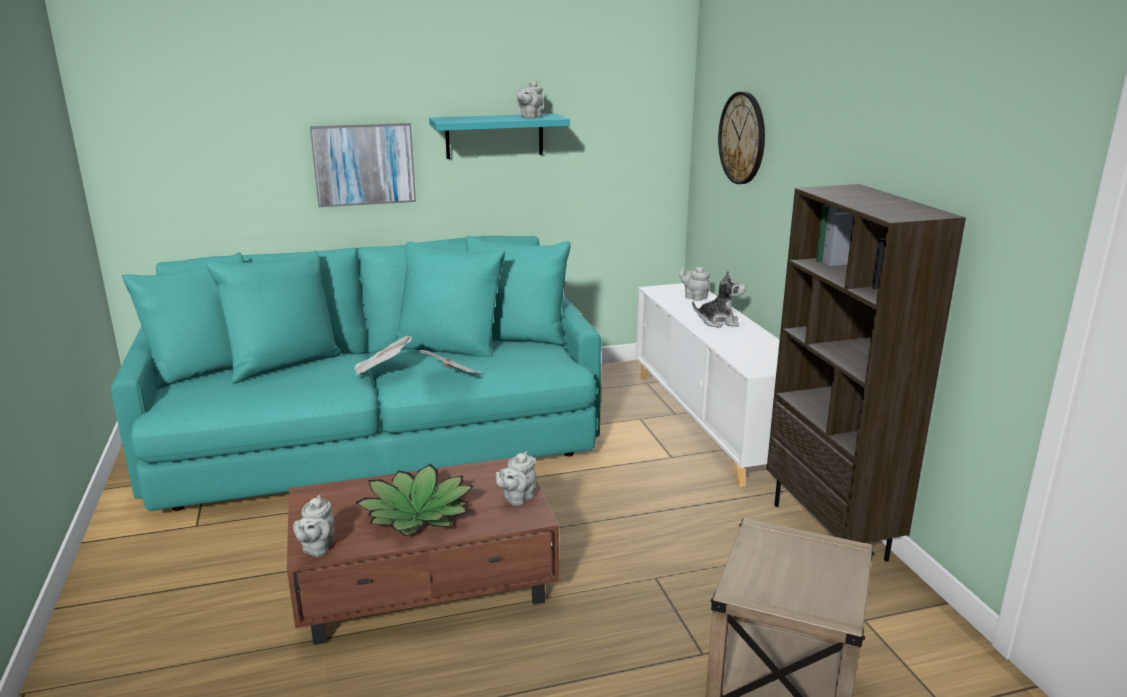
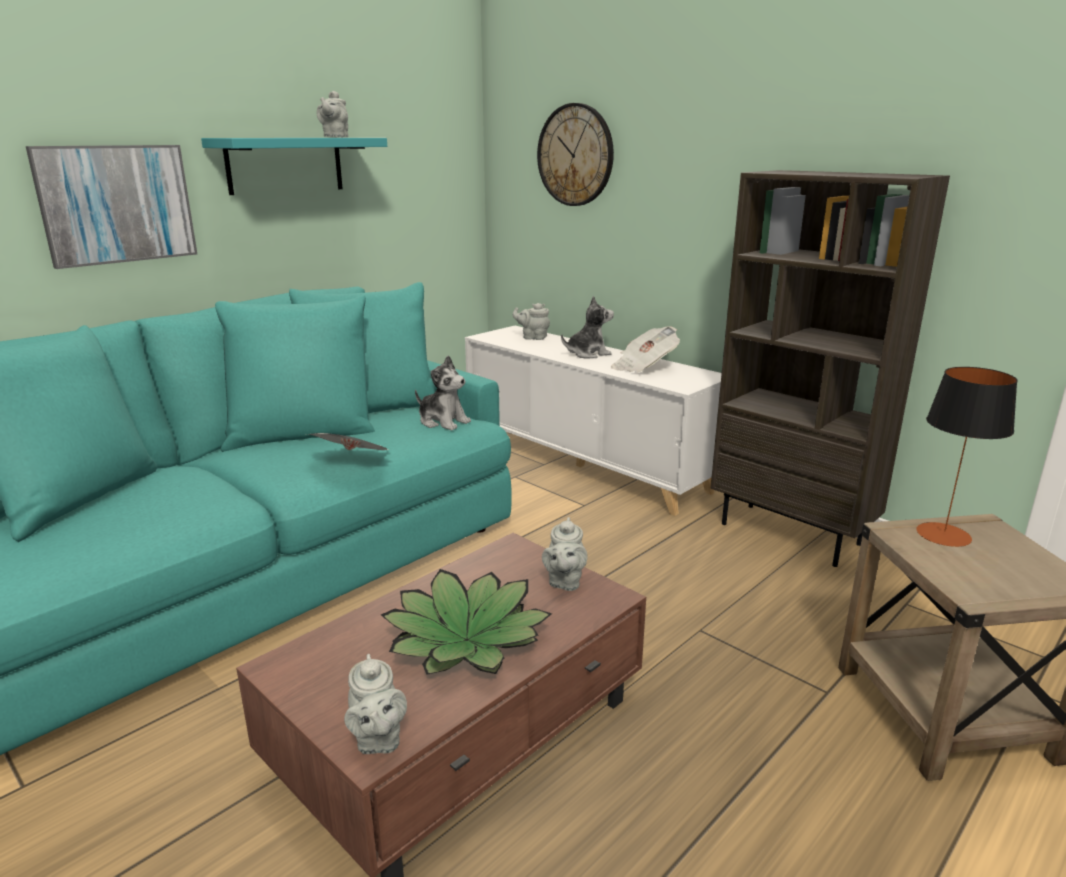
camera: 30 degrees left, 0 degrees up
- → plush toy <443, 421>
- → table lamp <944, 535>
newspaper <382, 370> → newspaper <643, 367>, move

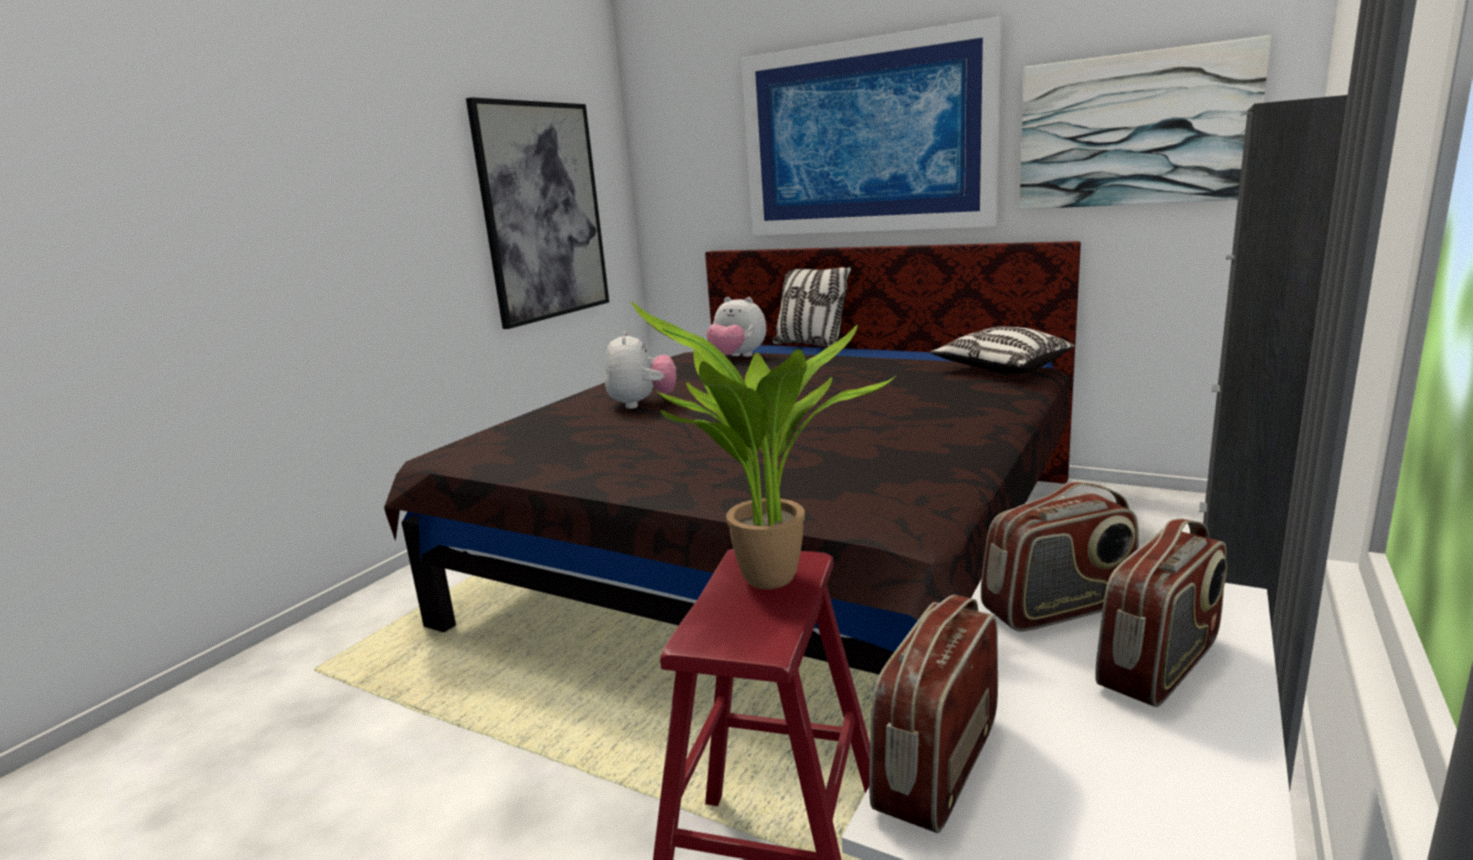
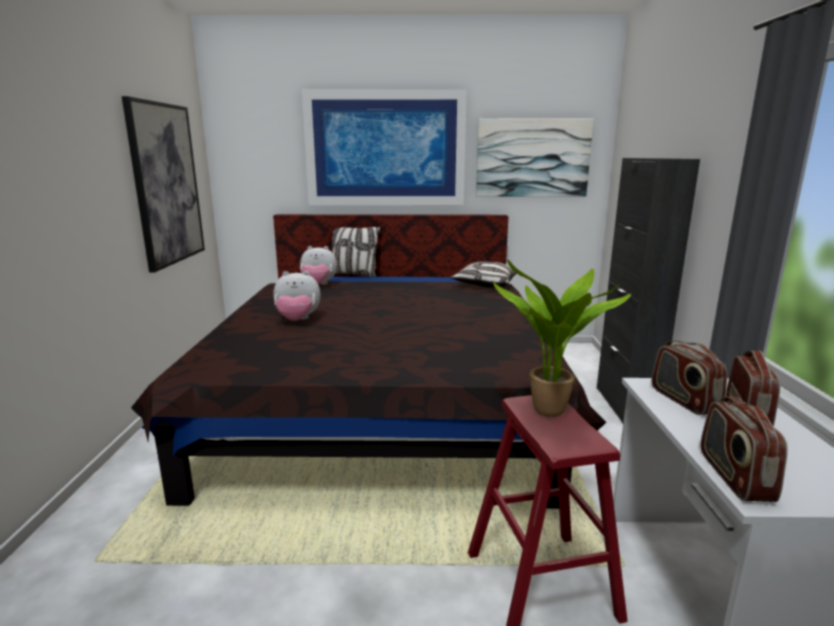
camera: 30 degrees left, 0 degrees up
plush toy <642, 404> → plush toy <297, 320>, 120 degrees clockwise
radio <1059, 608> → radio <683, 400>, 120 degrees clockwise

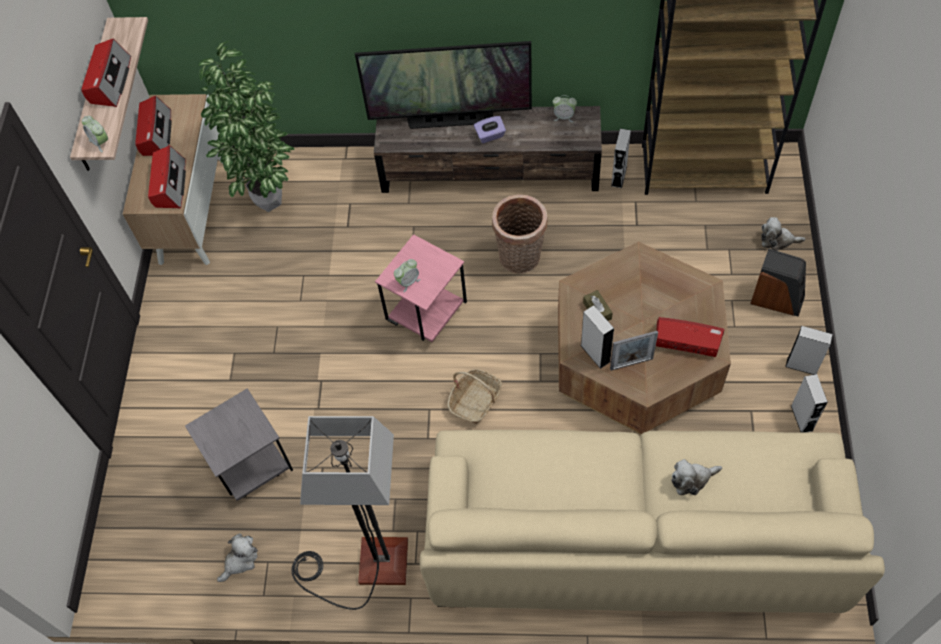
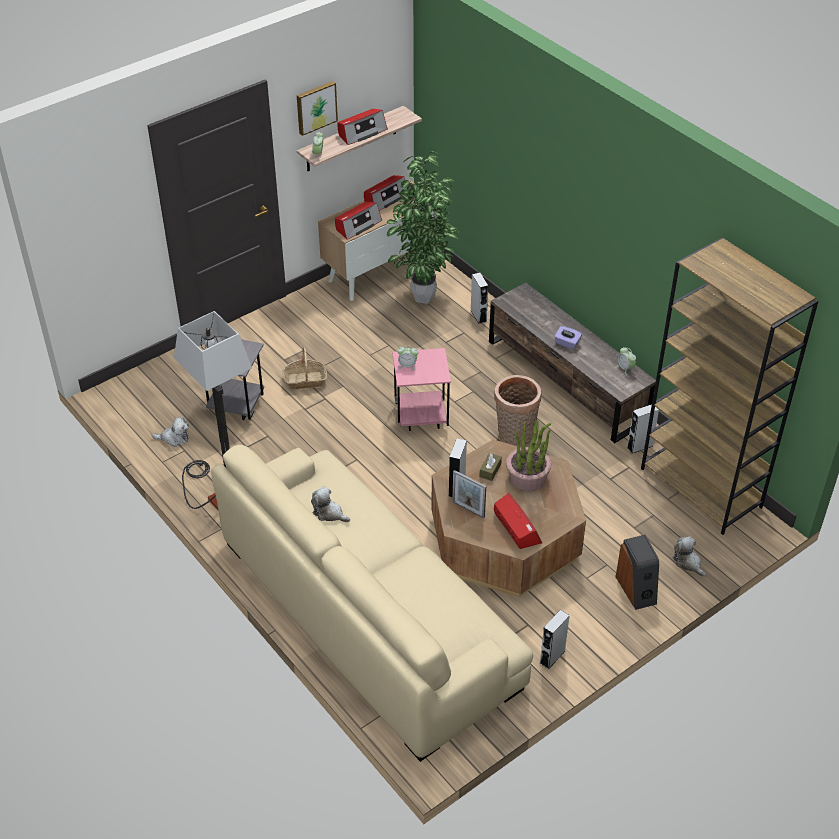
camera: 45 degrees right, 15 degrees down
television <450, 119> → -
- → picture <316, 107>
- → potted plant <527, 477>
basket <475, 400> → basket <305, 380>, move
plush toy <692, 479> → plush toy <329, 513>, move
grey speaker <802, 366> → grey speaker <478, 316>, move

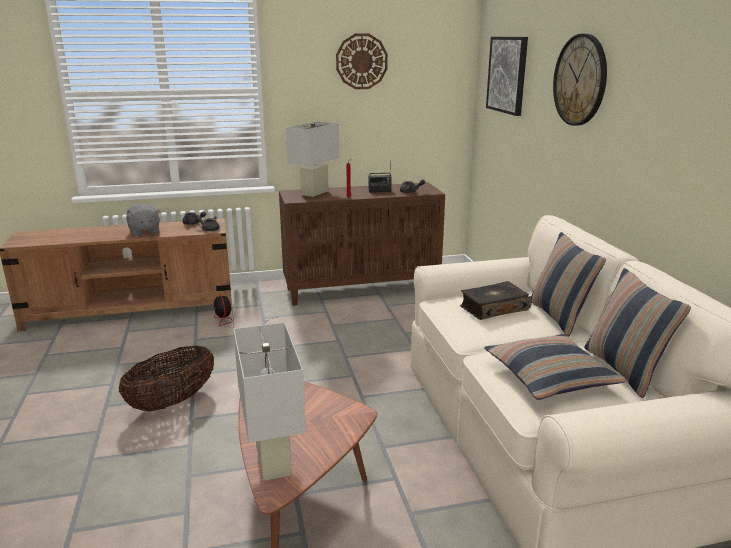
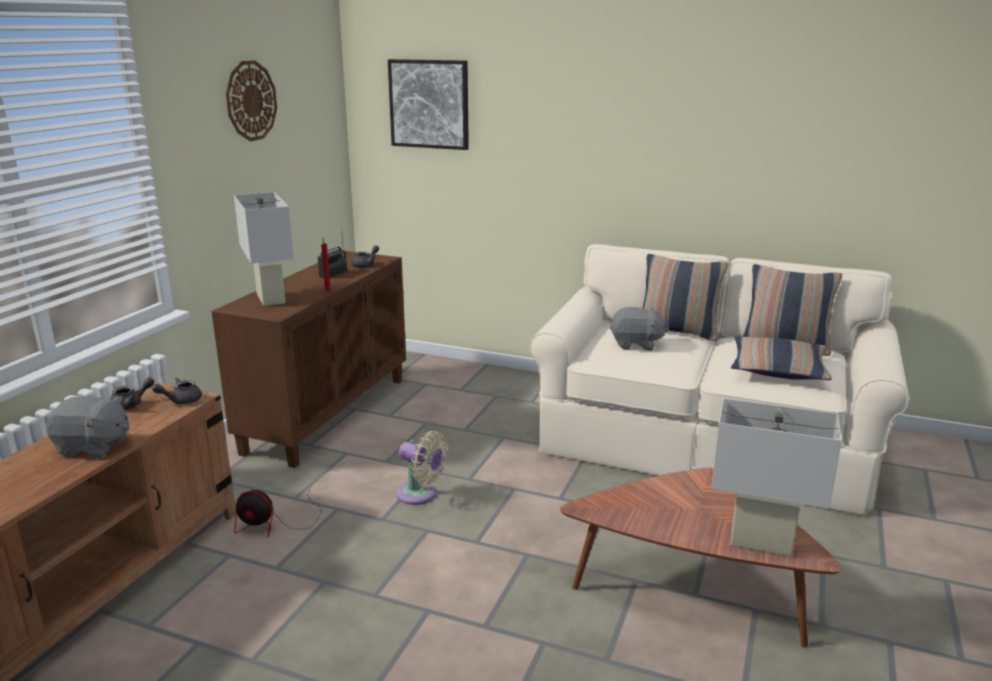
camera: 55 degrees left, 0 degrees up
basket <172, 402> → -
wall clock <580, 80> → -
- → beige fan <420, 495>
book <493, 308> → grey plush toy <636, 344>

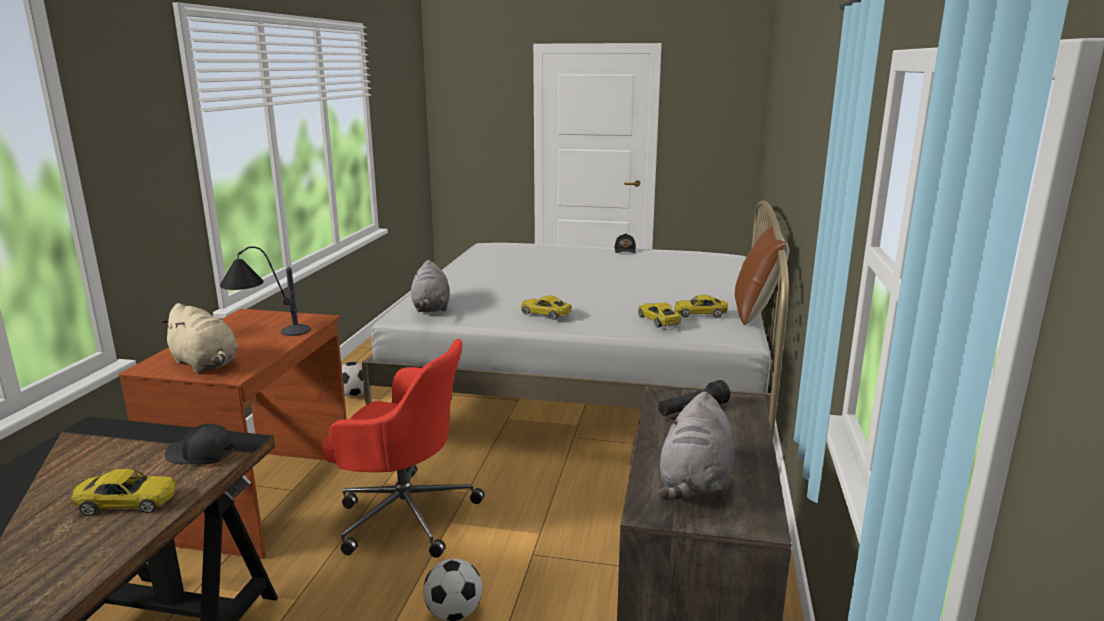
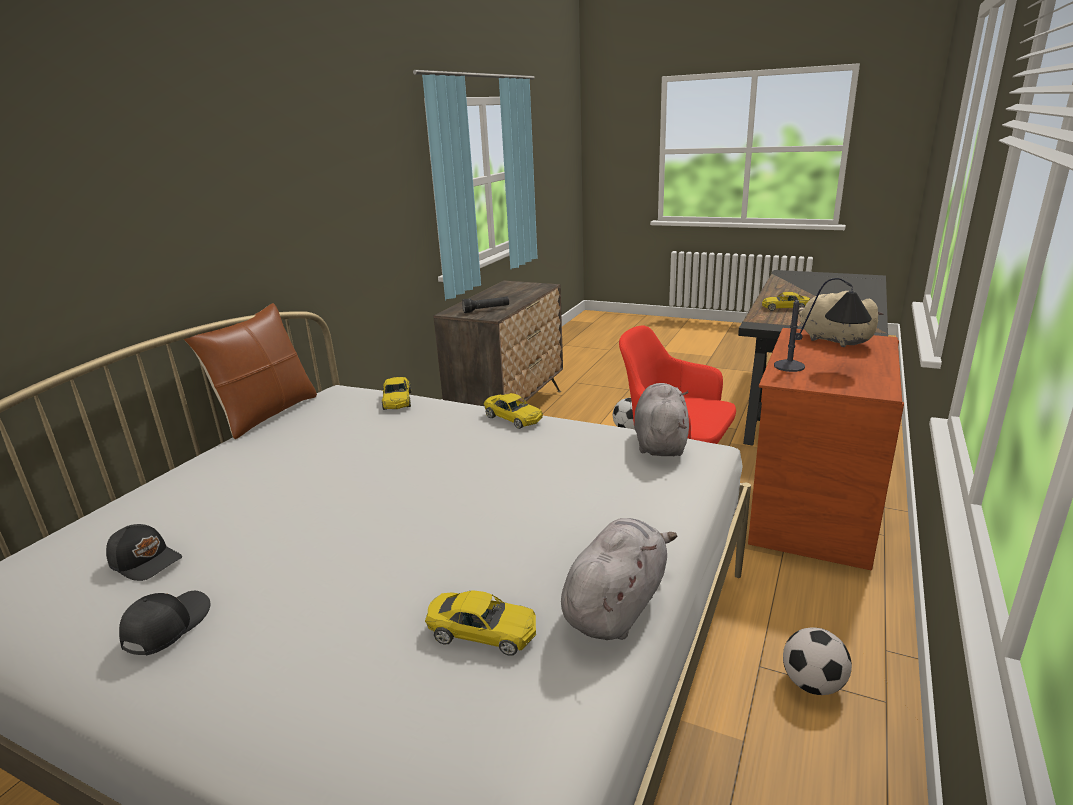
camera: 165 degrees left, 5 degrees up
black cap <201, 455> → black cap <146, 561>, move
grey plush toy <695, 485> → grey plush toy <617, 605>, move
yellow toy car <700, 313> → yellow toy car <482, 631>, move

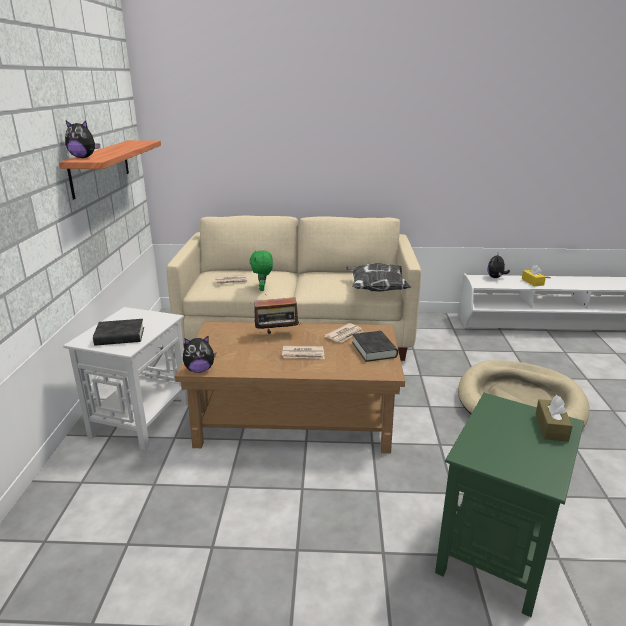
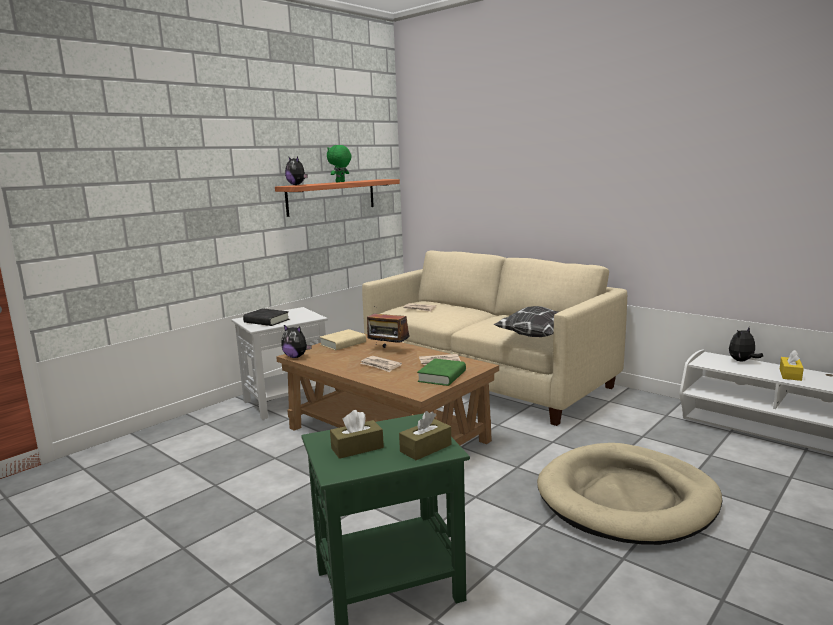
camera: 40 degrees right, 10 degrees down
- → beige book <343, 343>
- → brown tissue box <357, 448>
green plush toy <262, 289> → green plush toy <340, 182>, move
black book <374, 350> → green book <442, 376>

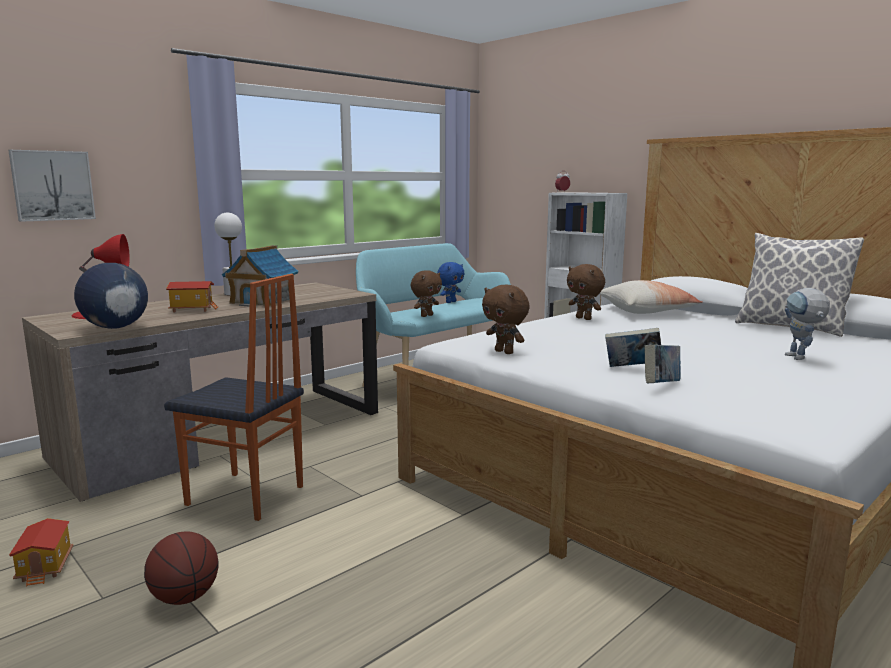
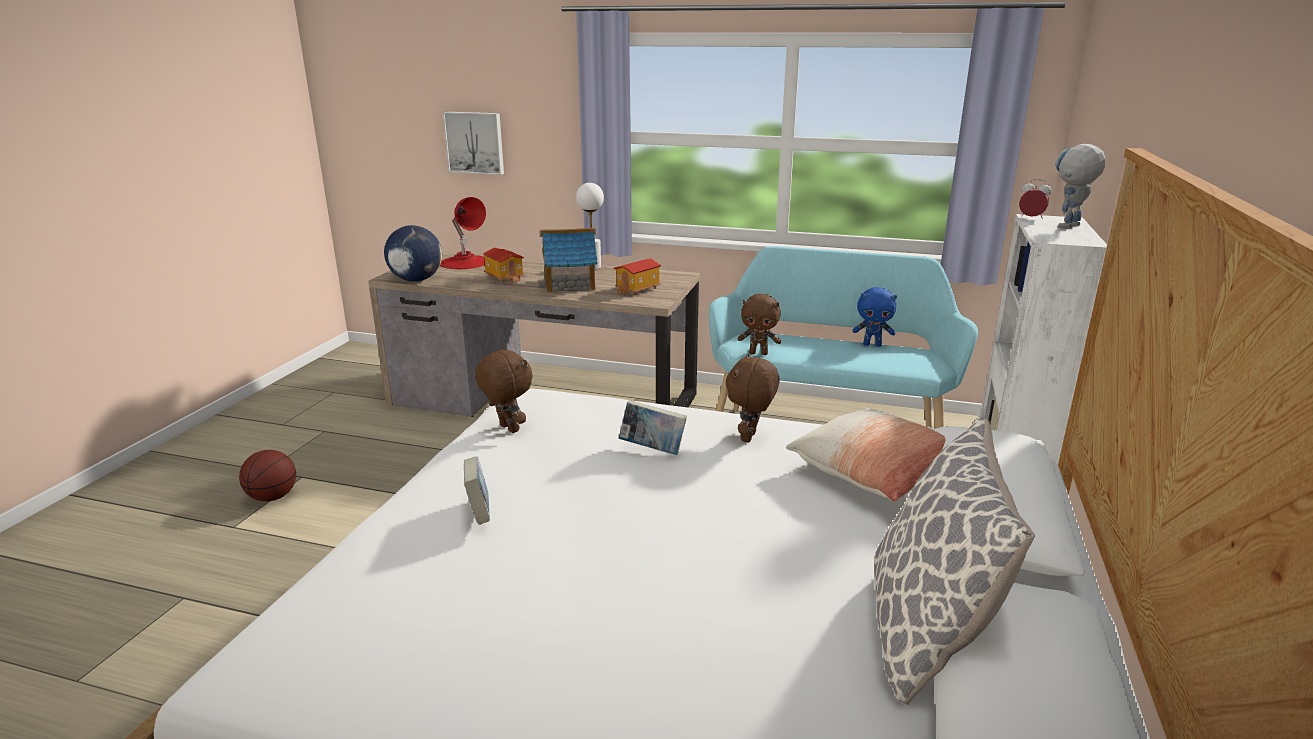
camera: 60 degrees right, 10 degrees up
chair <245, 496> → -
toy house <46, 567> → toy house <638, 290>, move
book <661, 386> → book <653, 449>, move
toy robot <800, 358> → toy robot <1067, 227>, move
brown plush toy <505, 352> → brown plush toy <507, 429>, 120 degrees clockwise

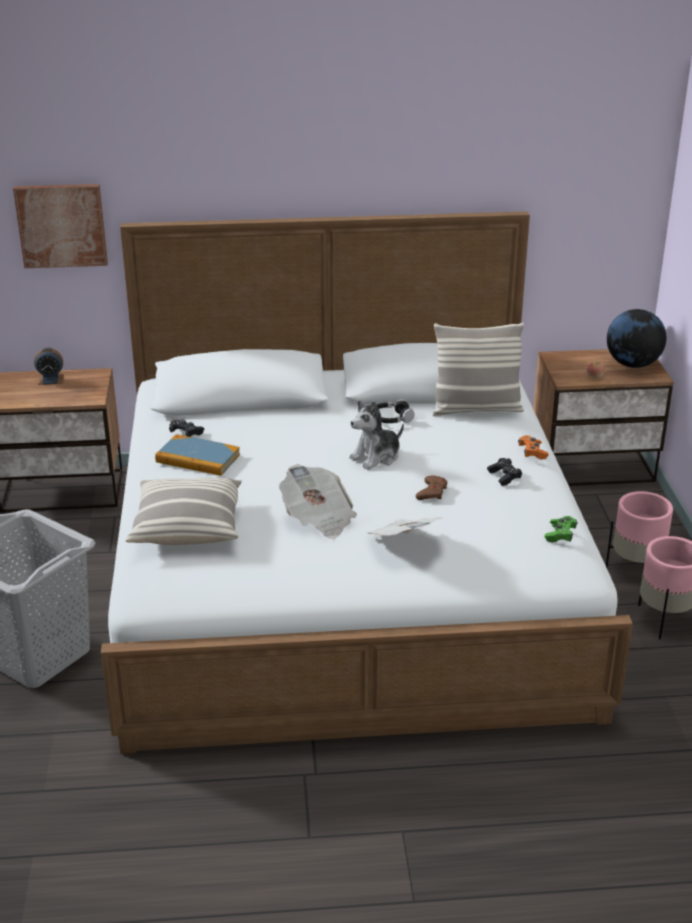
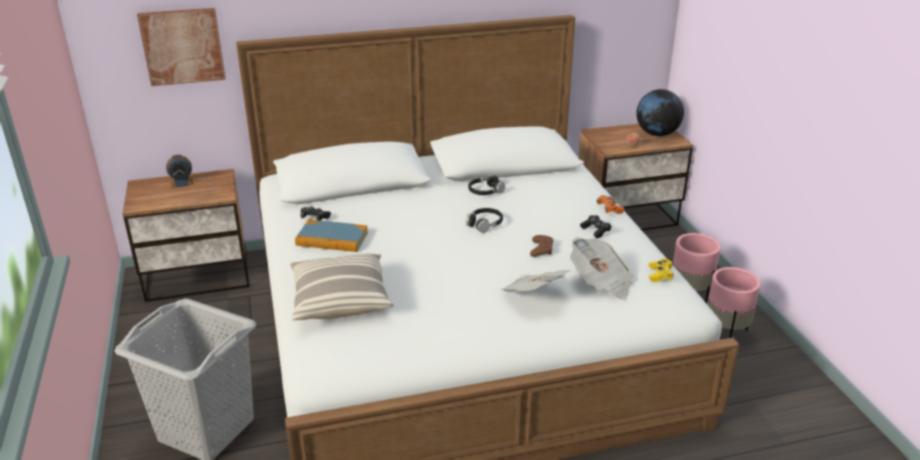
camera: 10 degrees left, 0 degrees up
pillow <476, 409> → -
newspaper <318, 518> → newspaper <601, 283>, move
plush toy <376, 457> → black headphones <484, 224>
green game controller <560, 535> → yellow game controller <660, 275>

